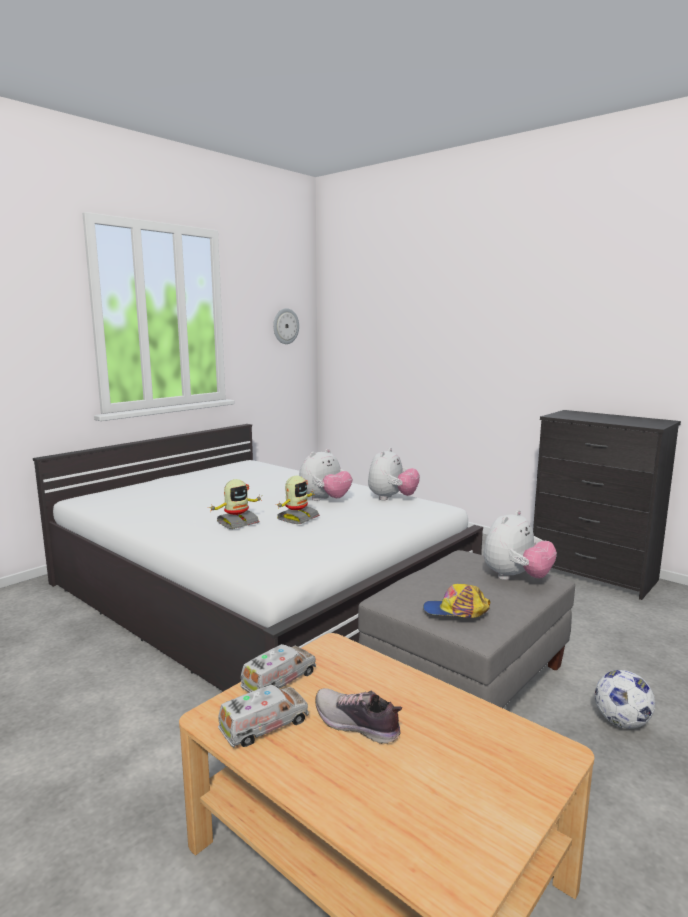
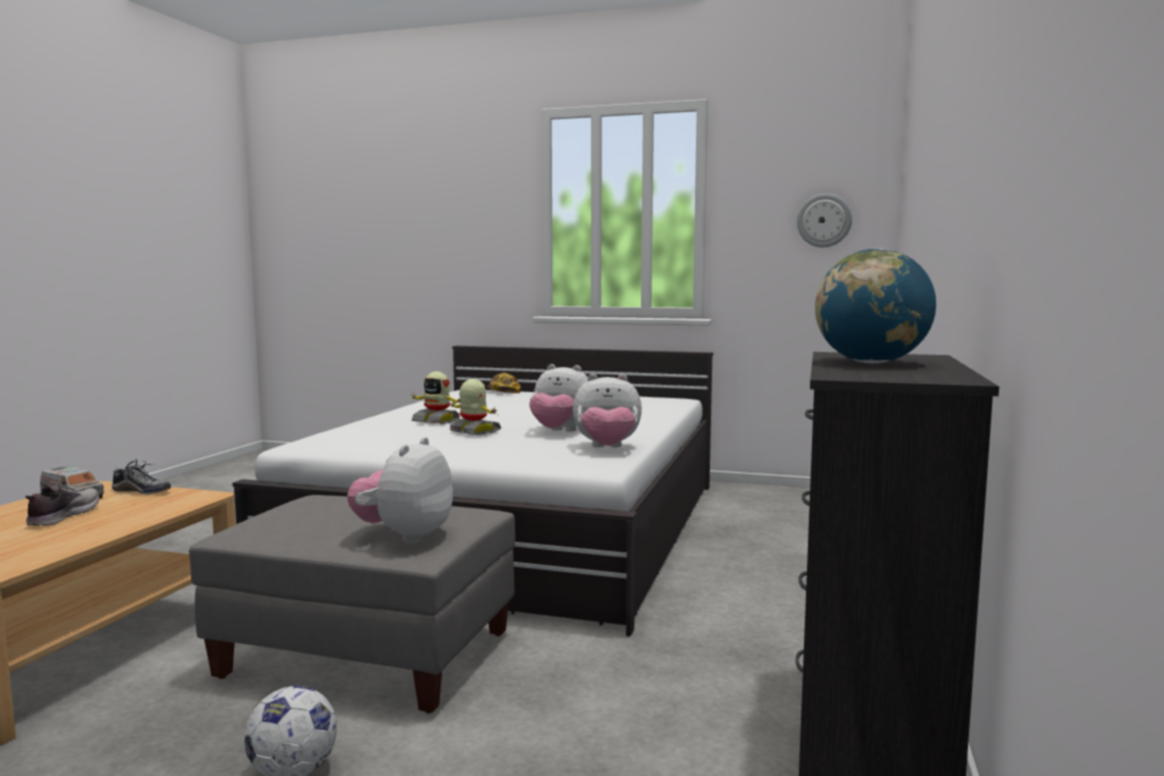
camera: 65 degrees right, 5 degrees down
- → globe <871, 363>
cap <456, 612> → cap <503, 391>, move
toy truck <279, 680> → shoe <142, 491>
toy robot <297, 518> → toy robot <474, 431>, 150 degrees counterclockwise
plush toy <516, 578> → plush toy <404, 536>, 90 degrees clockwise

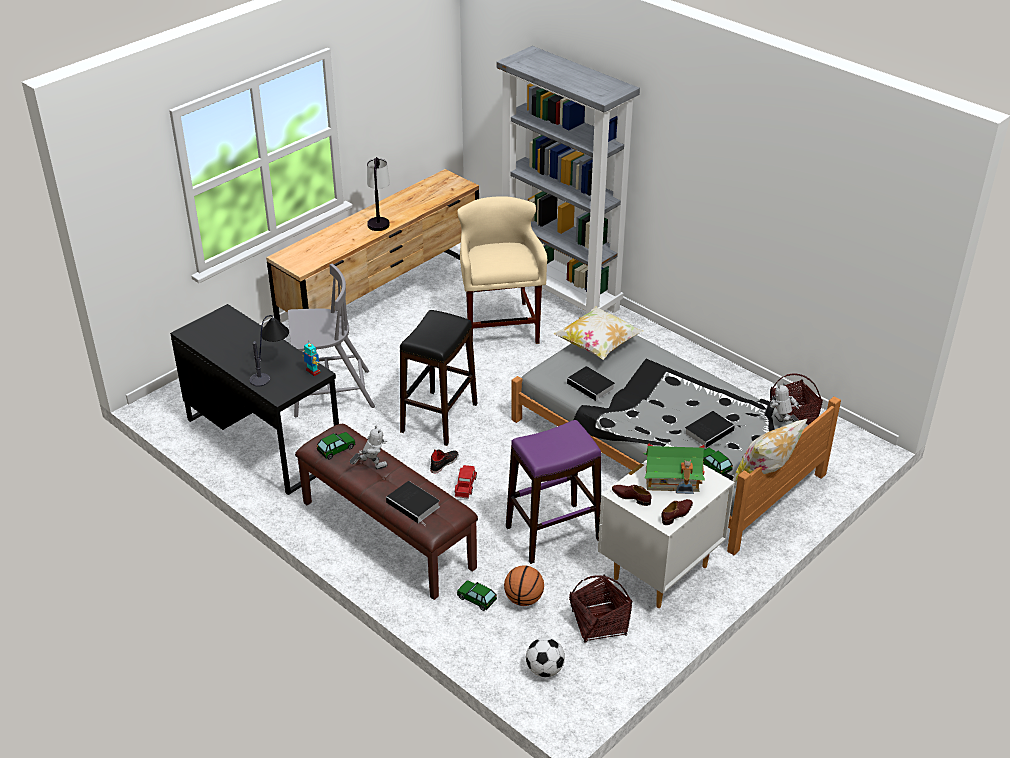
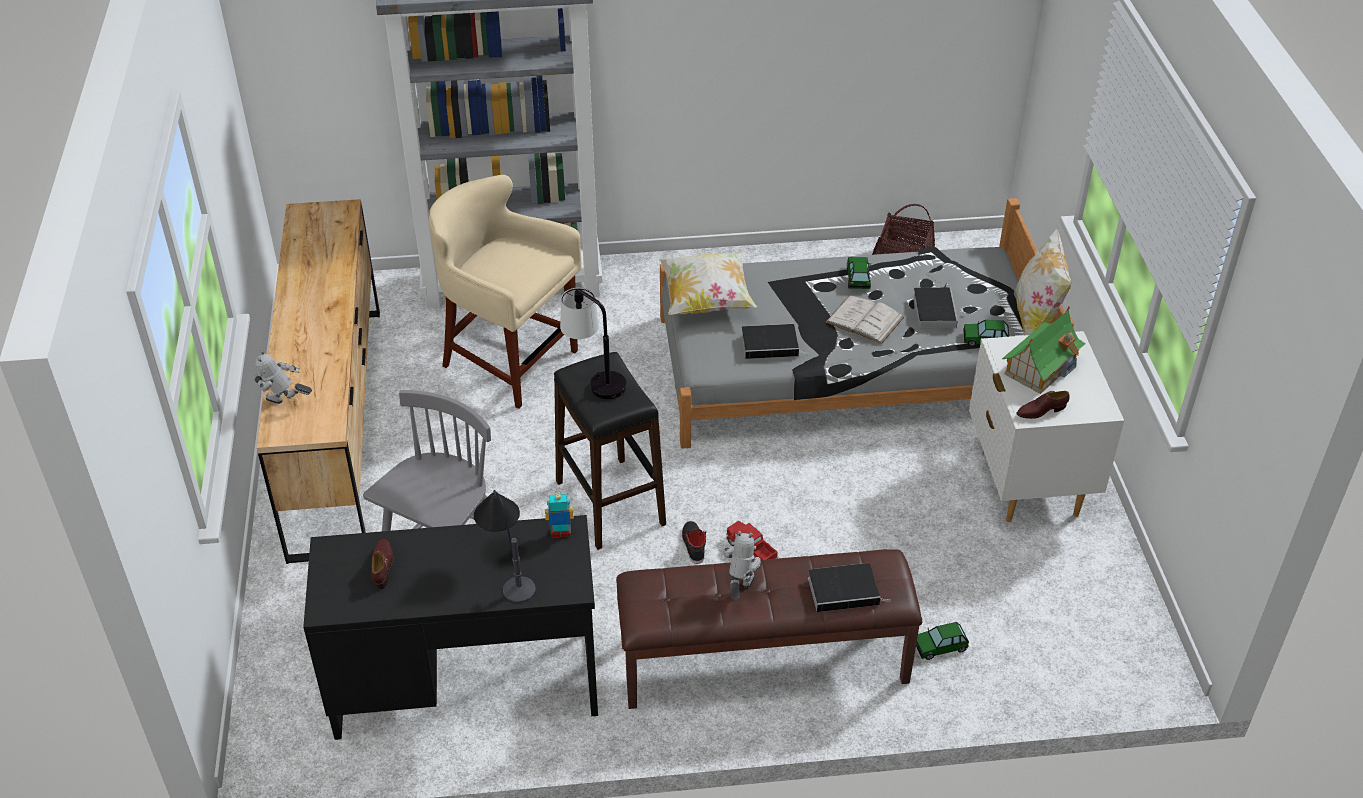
camera: 50 degrees left, 5 degrees up
basketball <523, 599> → -
purple stool <553, 533> → -
football <545, 669> → -
basket <599, 623> → -
- → white book <864, 320>
toy car <336, 449> → toy car <858, 277>, move
table lamp <379, 219> → table lamp <594, 379>, move
brown shoe <677, 514> → brown shoe <383, 566>, move
toy robot <782, 424> → toy robot <285, 405>, move

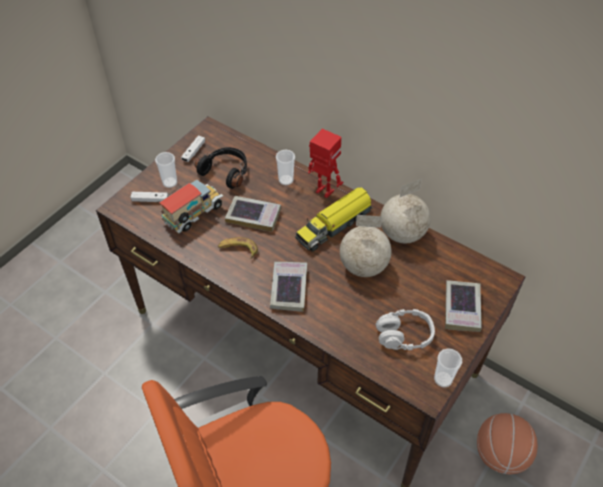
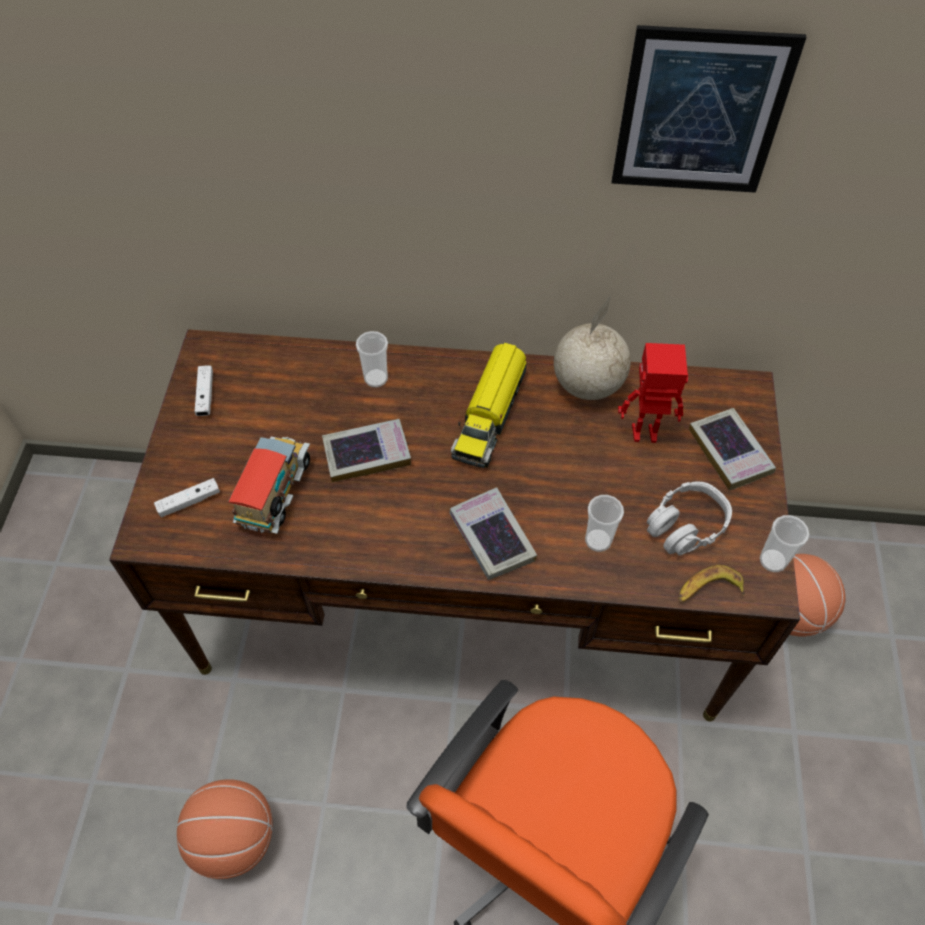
camera: 30 degrees left, 5 degrees up
black headphones <226, 171> → -
globe <364, 267> → -
- → basketball <233, 838>
- → picture <700, 113>
cup <170, 182> → cup <598, 540>, move
banana <238, 250> → banana <708, 590>, move
toy robot <323, 192> → toy robot <644, 435>, move

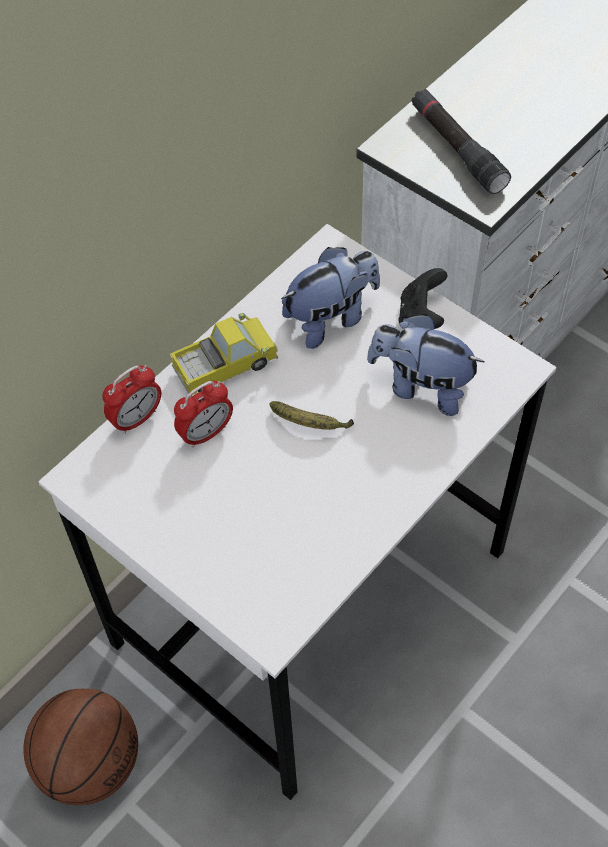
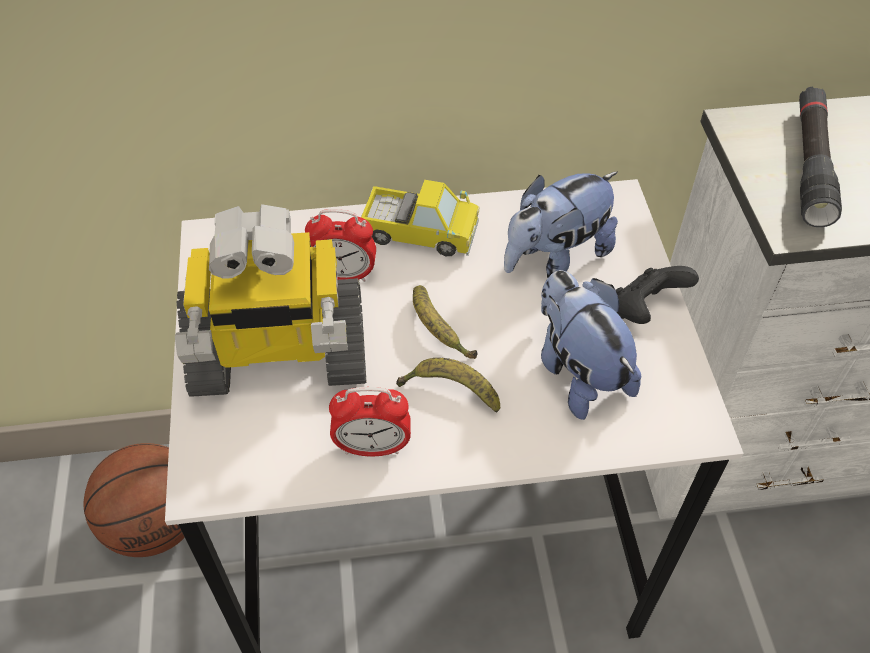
camera: 40 degrees right, 5 degrees down
- → toy robot <278, 356>
- → banana <450, 391>
alarm clock <136, 419> → alarm clock <372, 447>, move
plush toy <331, 318> → plush toy <555, 257>, 135 degrees clockwise

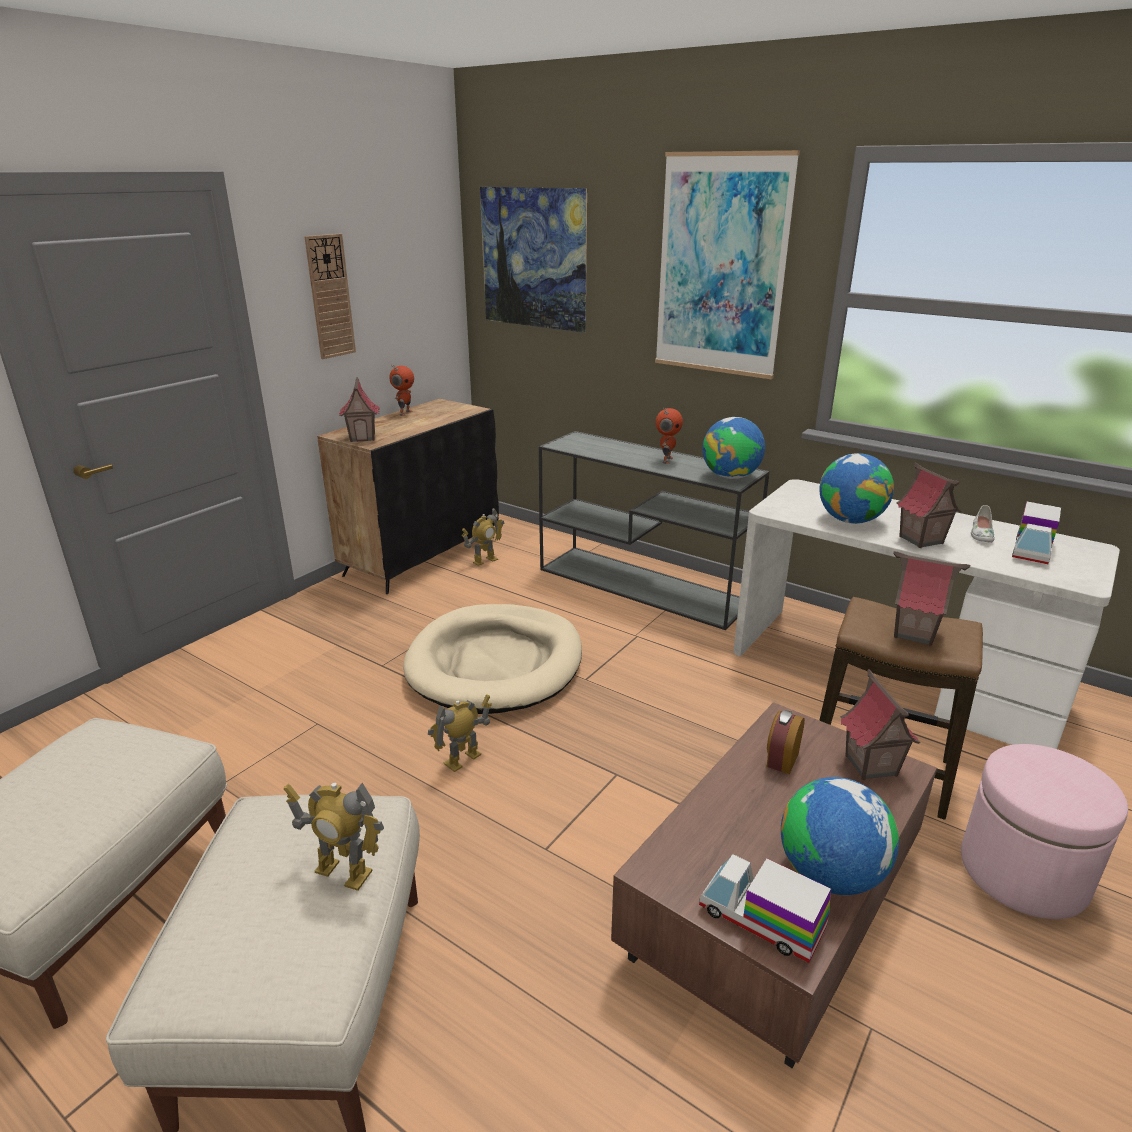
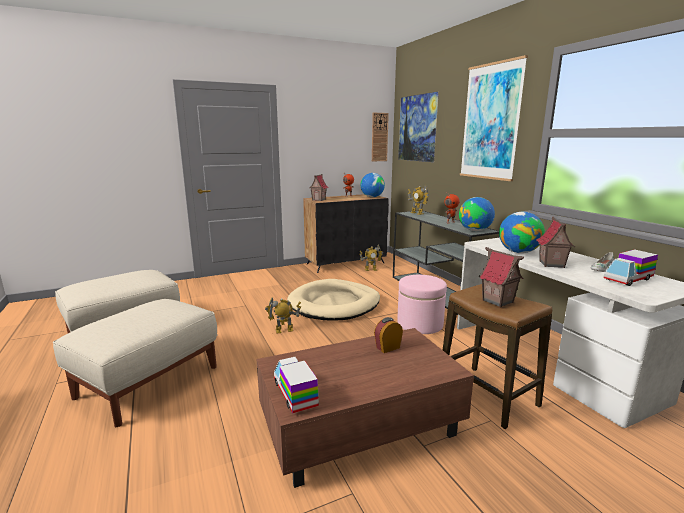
camera: 30 degrees right, 10 degrees down
toy house <870, 765> → -
toy robot <343, 872> → toy robot <417, 213>, move
wall clock <330, 297> → wall clock <379, 137>, move
globe <830, 875> → globe <372, 197>, move
pink ottoman <1023, 872> → pink ottoman <420, 324>, move

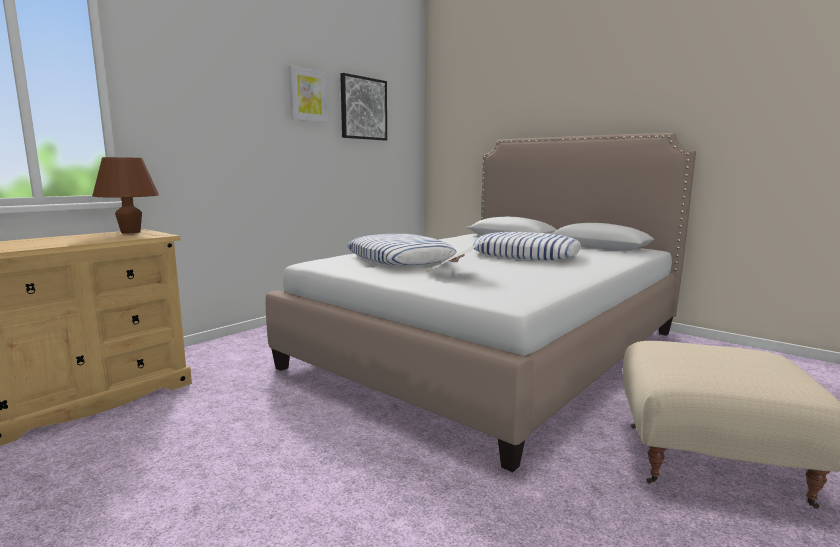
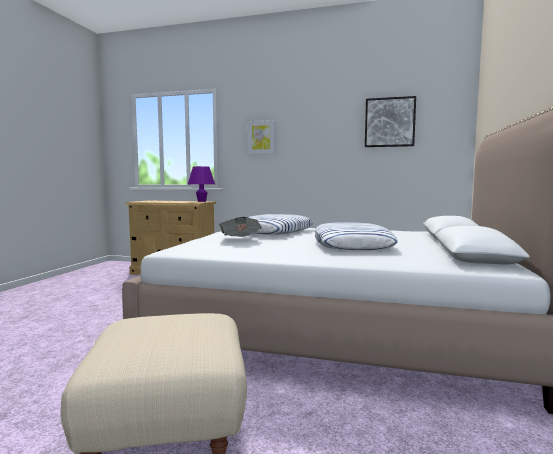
camera: 65 degrees right, 5 degrees down
picture <307, 95> → picture <261, 137>, move
brown table lamp <130, 232> → purple table lamp <202, 201>

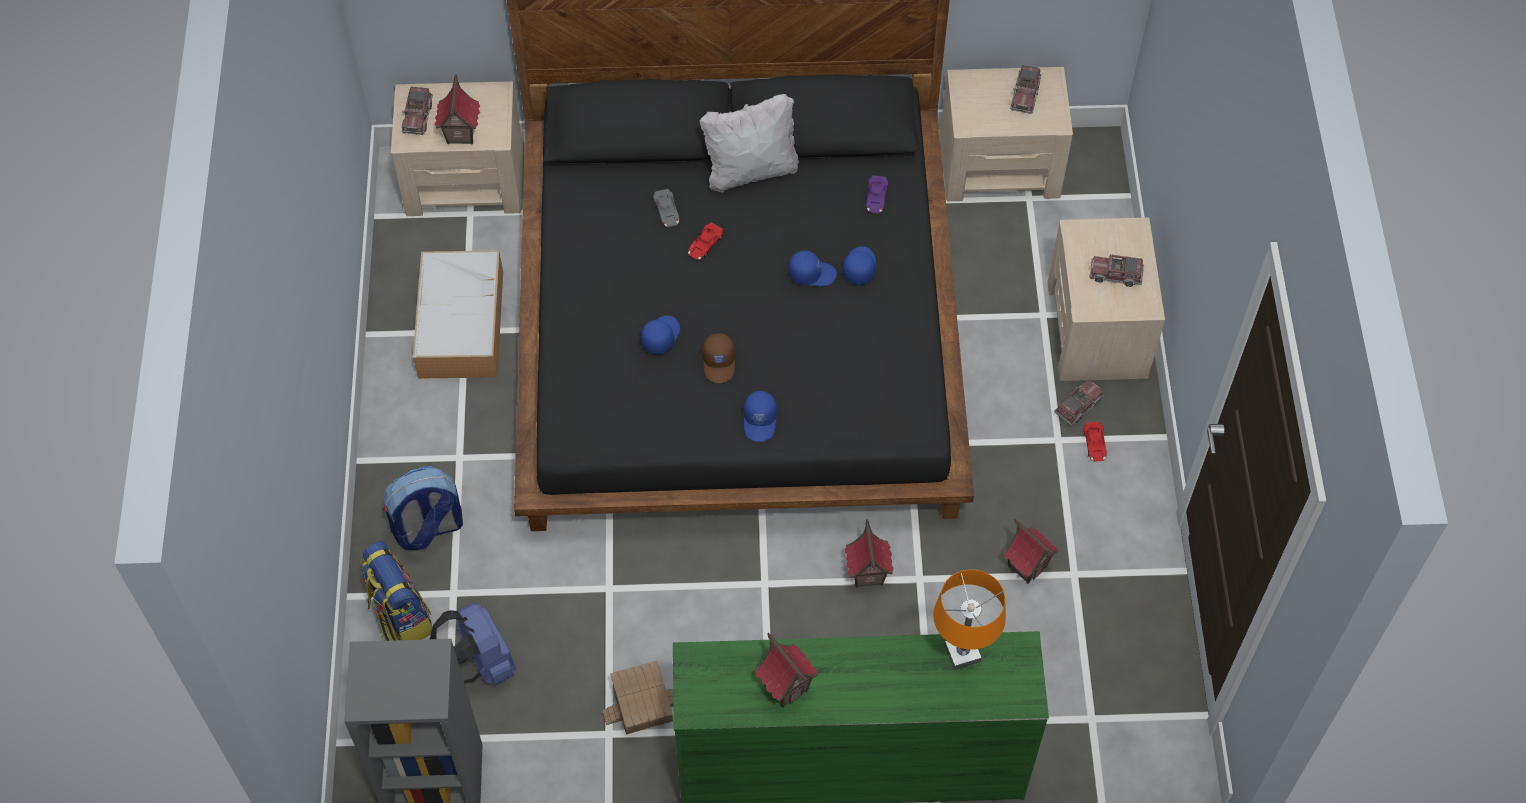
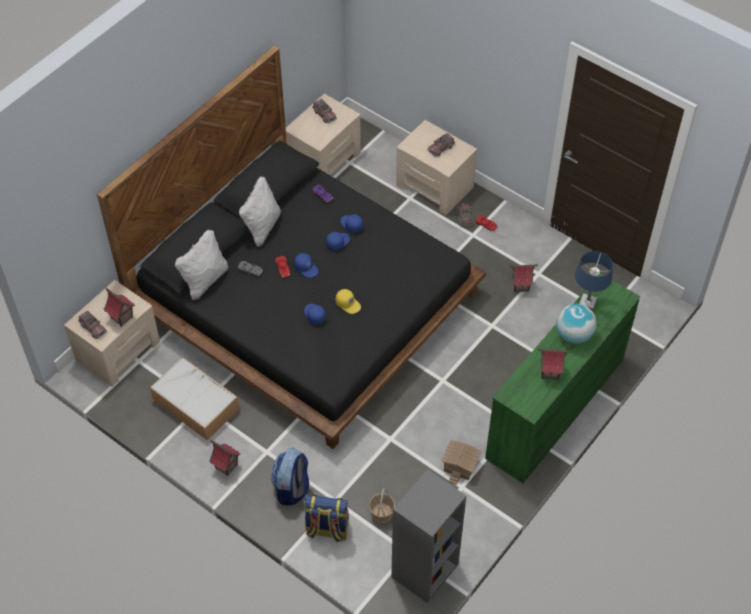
camera: 50 degrees left, 5 degrees down
- → white pillow <205, 281>
- → globe <574, 335>
blue cap <760, 420> → blue cap <306, 268>, move
toy house <867, 574> → toy house <226, 467>, move
blue backpack <480, 663> → basket <381, 513>
brown cap <719, 362> → yellow cap <348, 304>
orange table lamp <962, 653> → blue table lamp <587, 304>

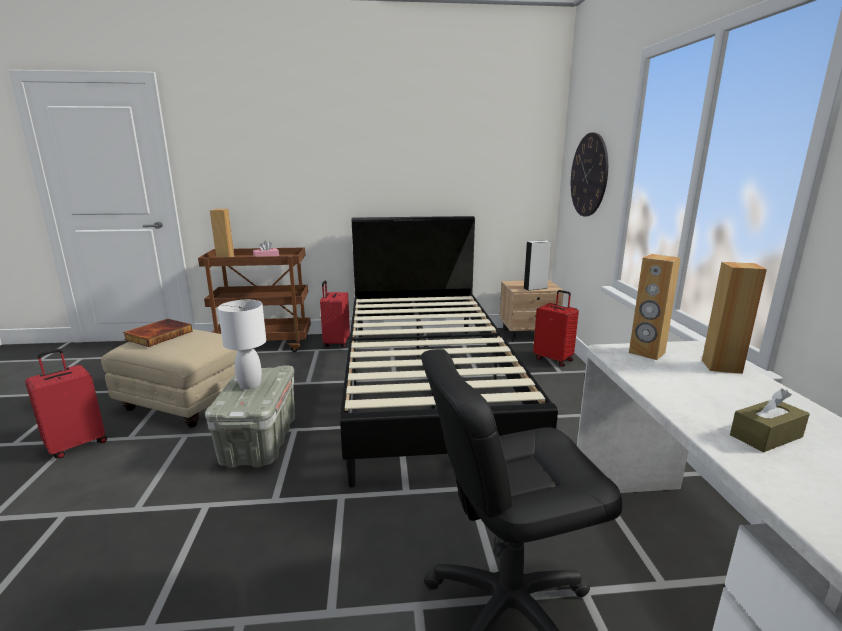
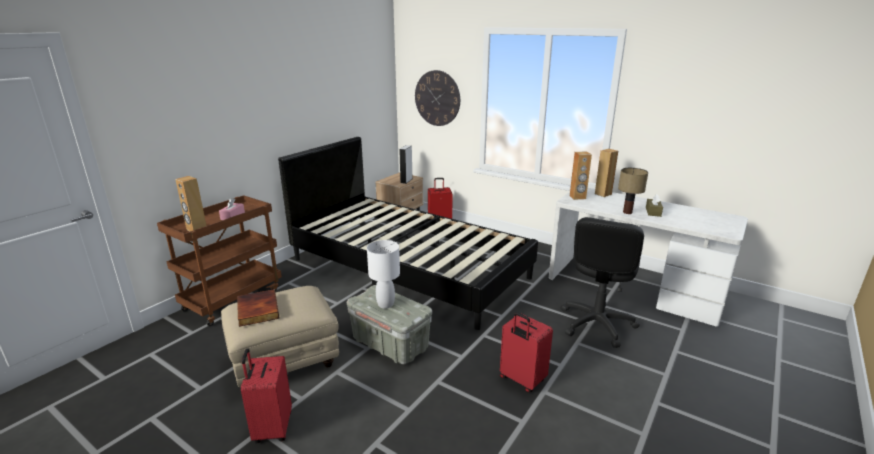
camera: 50 degrees left, 5 degrees up
- → table lamp <627, 212>
red suitcase <336, 343> → red suitcase <521, 380>, move

